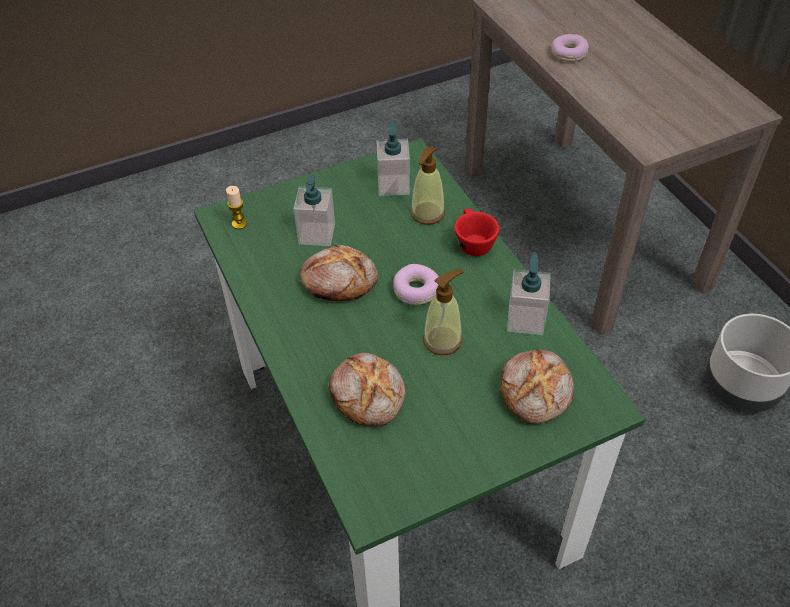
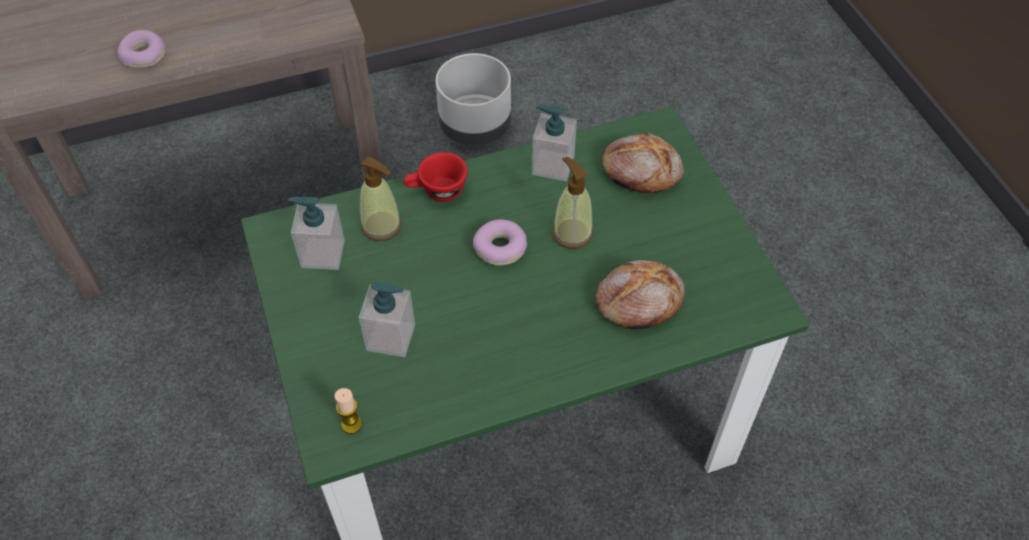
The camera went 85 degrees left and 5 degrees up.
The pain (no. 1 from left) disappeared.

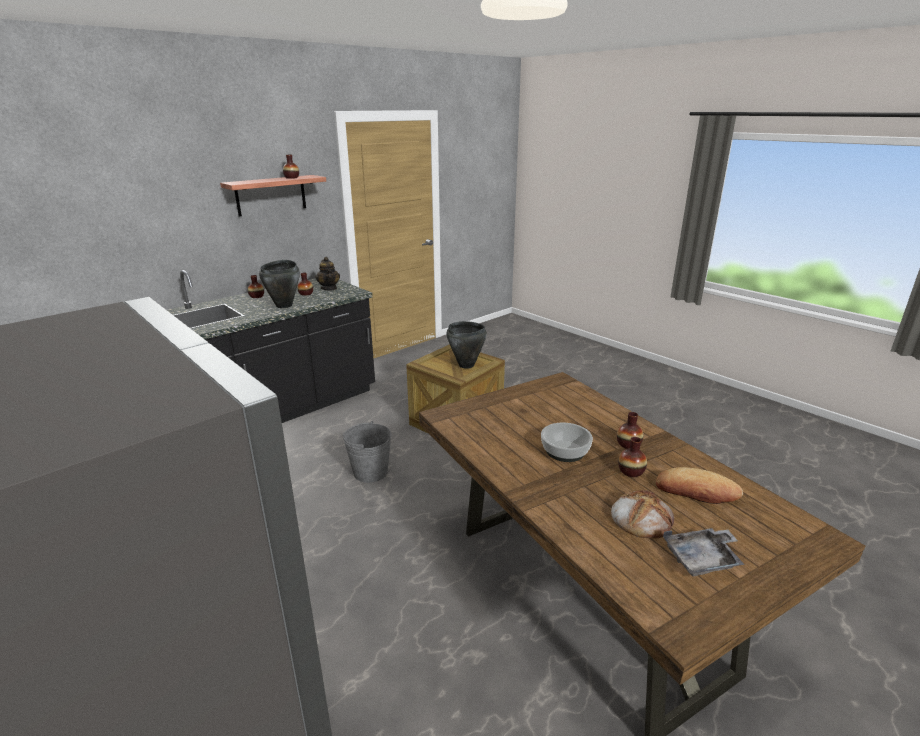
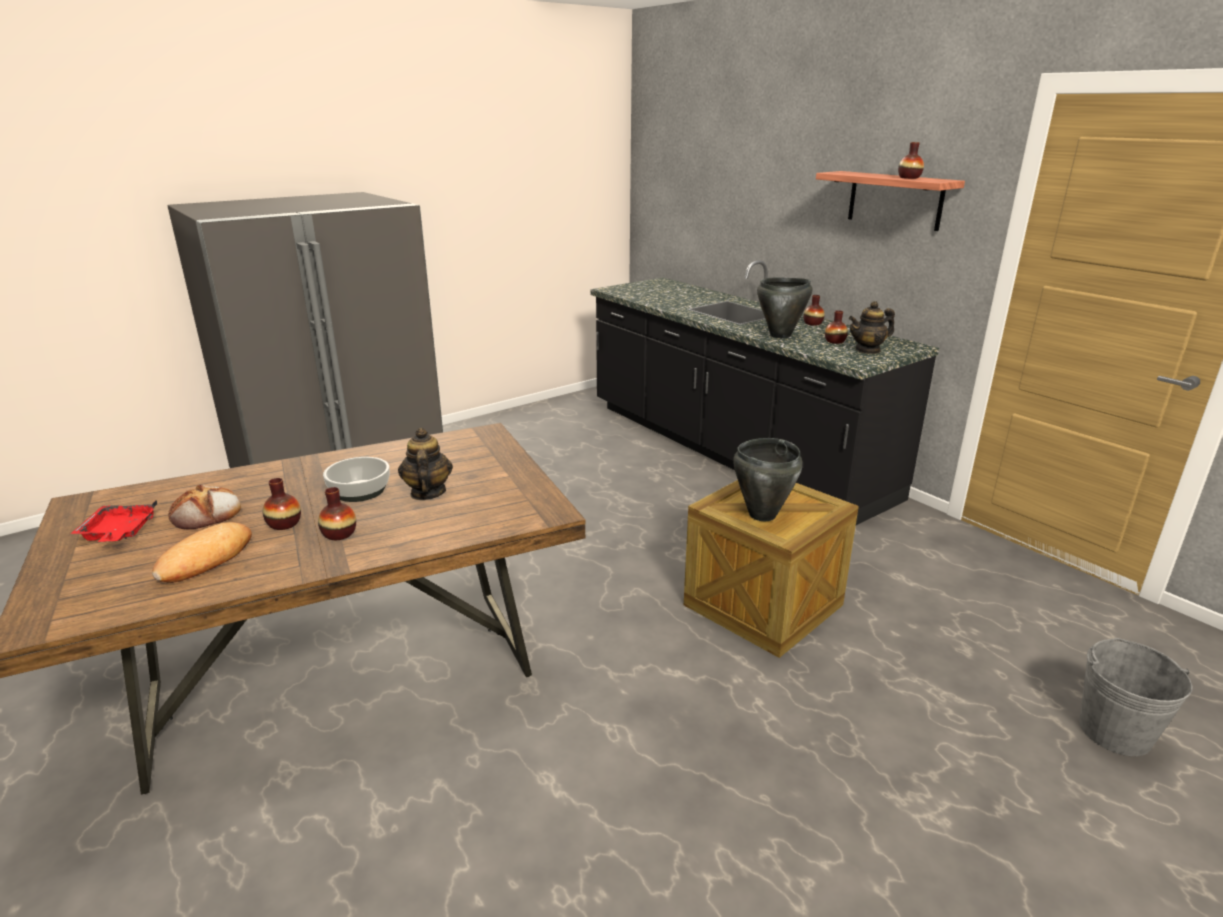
The camera went 95 degrees right and 0 degrees up.
The théière (no. 1 from left) appeared.
The seau/gris moved.
The plateau/gris became the plateau/rouge.

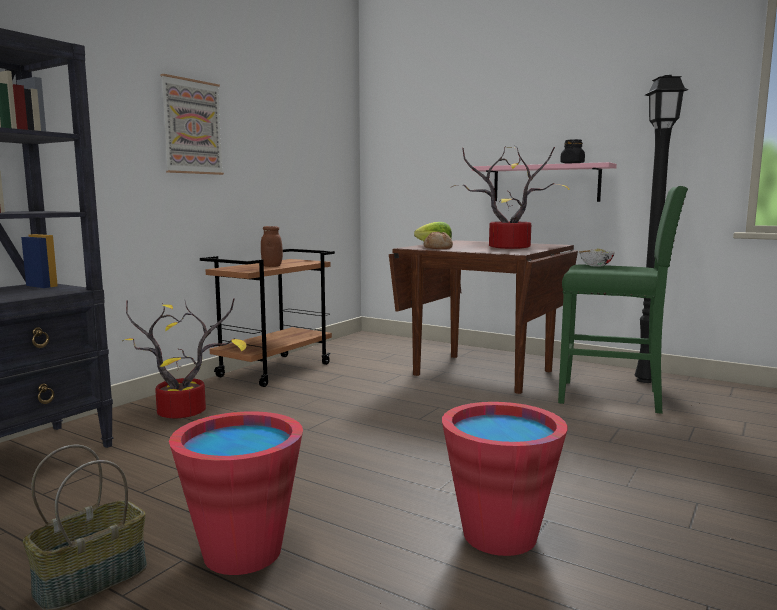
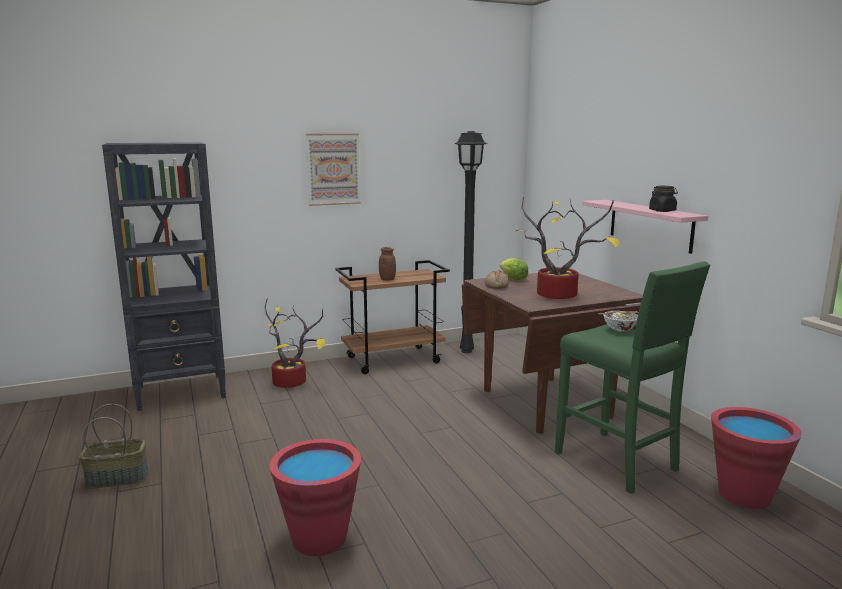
The camera went 35 degrees right and 5 degrees up.
The seau/rouge (no. 1 from left in the first image) moved.
The lampadaire/noir moved.

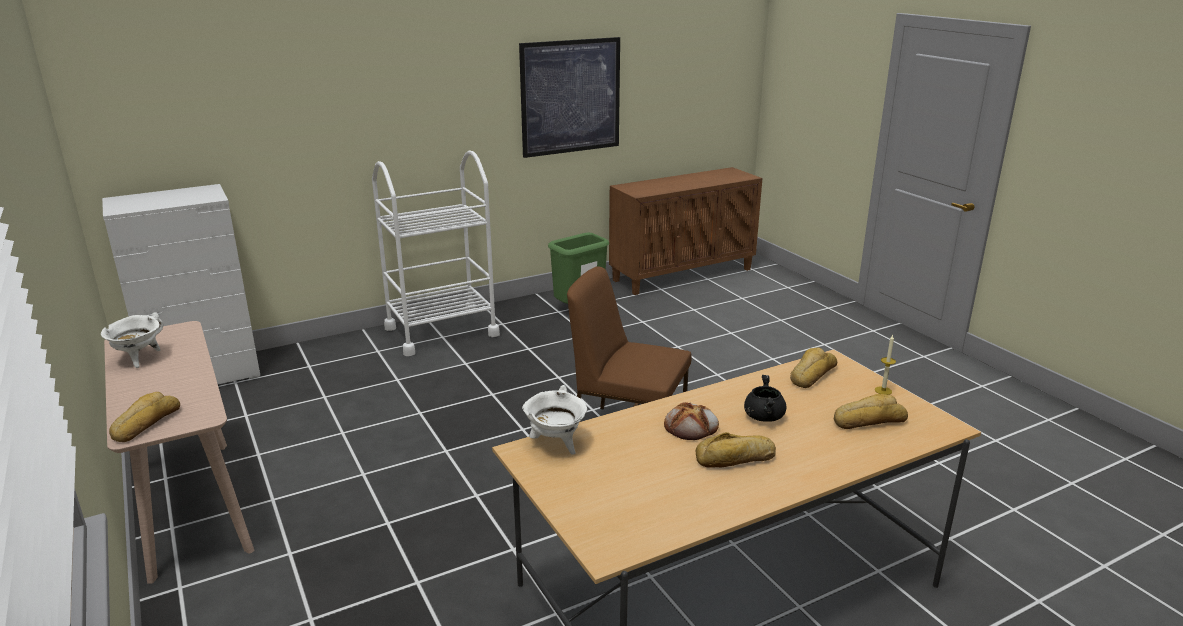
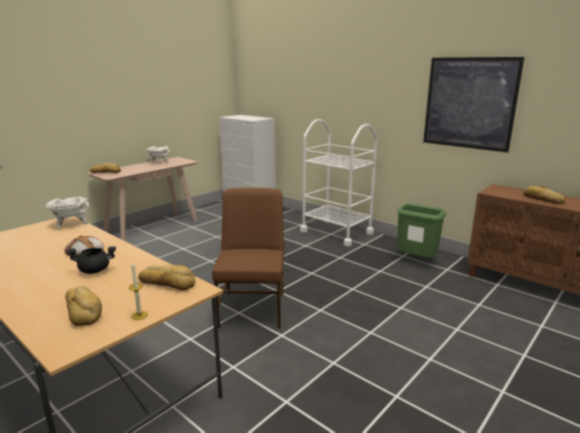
The camera went 70 degrees right and 5 degrees down.
The pain (no. 3 from left in the first image) moved.

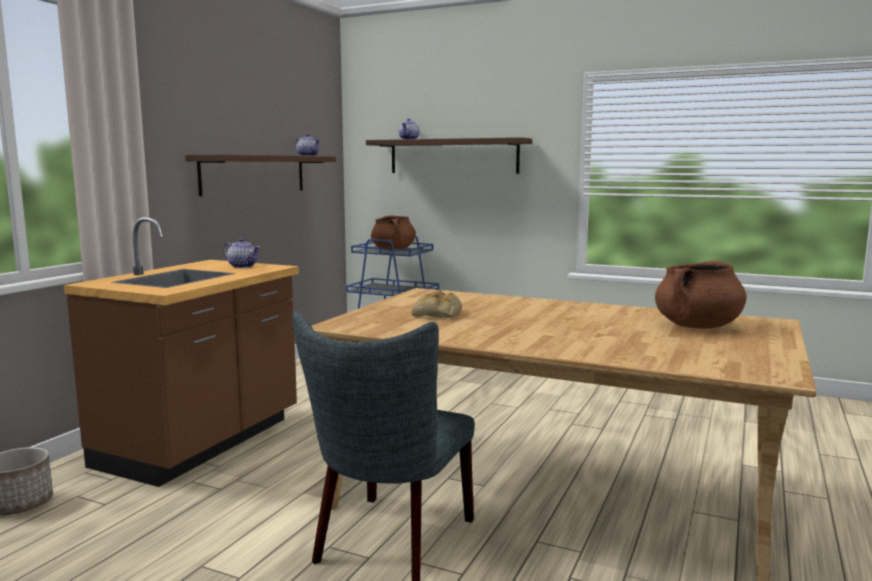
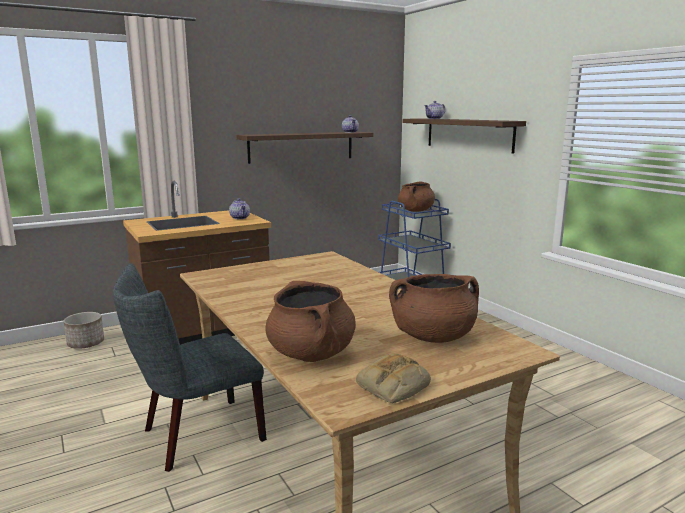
The camera went 35 degrees right and 5 degrees up.
The marmite/marron (no. 1 from left) appeared.
The pain moved.

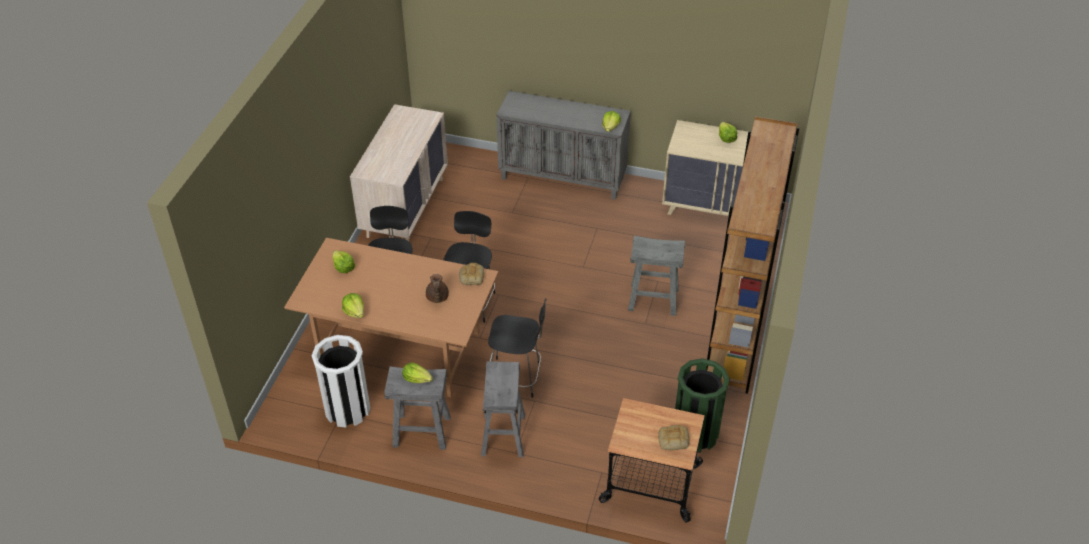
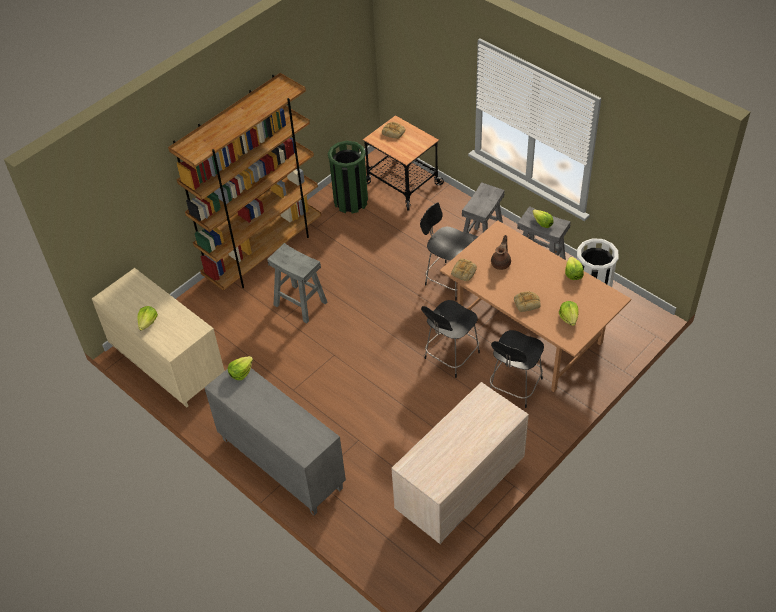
The camera went 150 degrees left and 5 degrees up.
The pain (no. 3 from left) appeared.

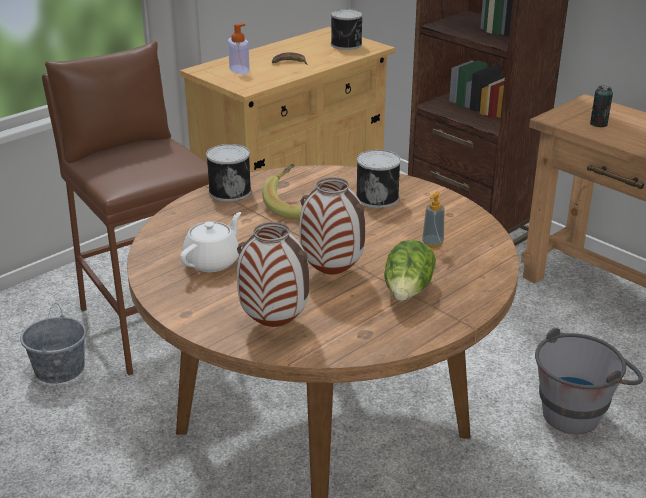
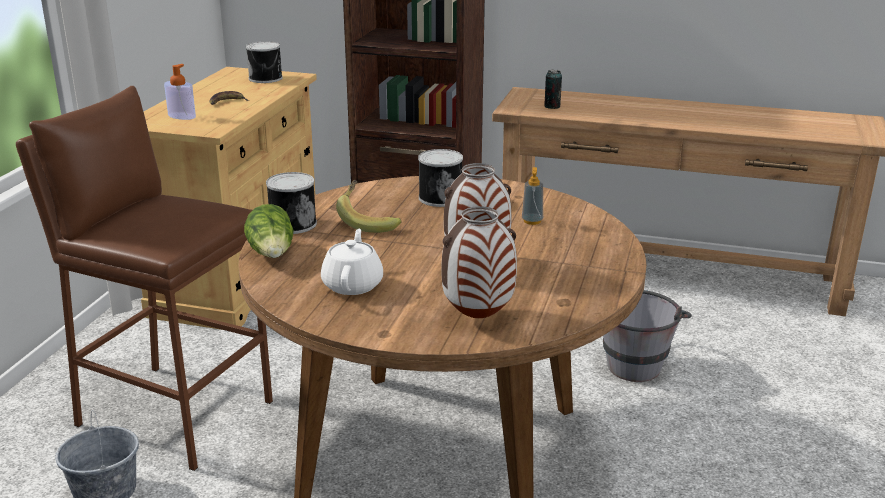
The camera went 30 degrees left and 5 degrees down.
The laitue moved.

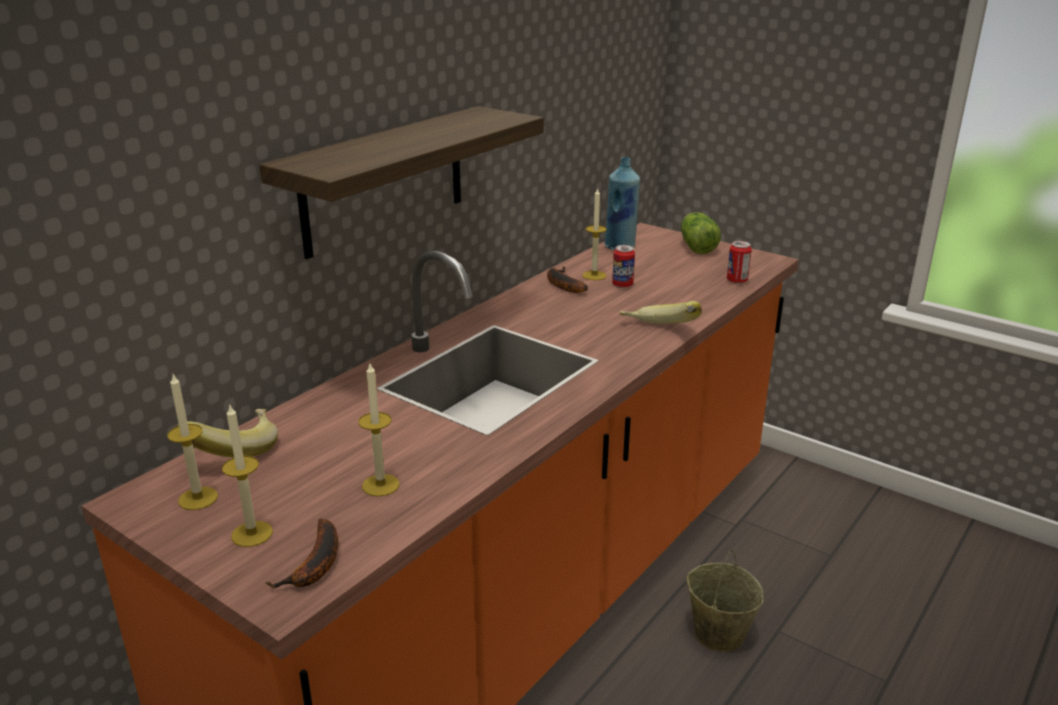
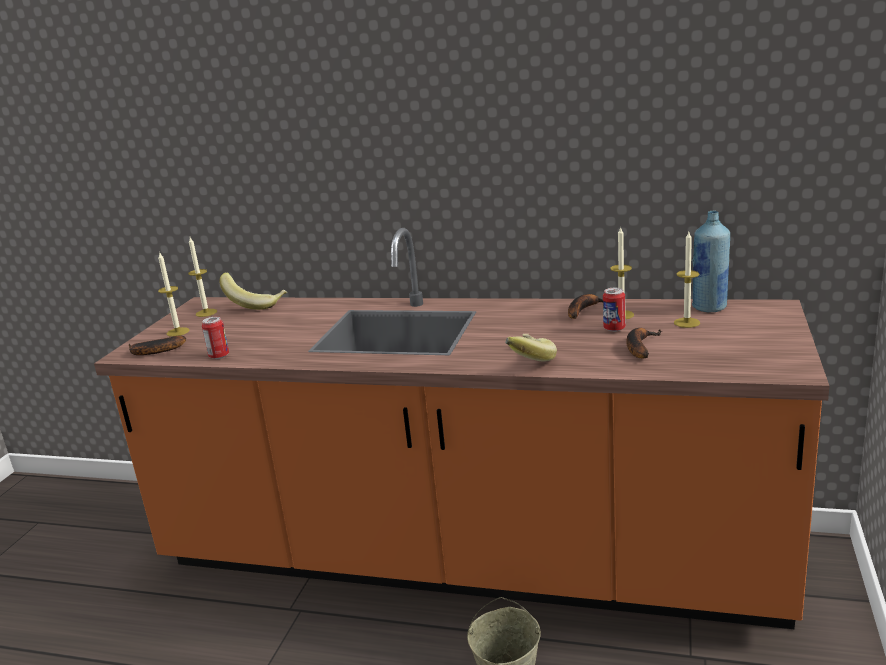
The camera went 70 degrees right and 5 degrees down.
The étagère disappeared.
The laitue disappeared.
The banane (no. 5 from left) appeared.
The bougie (no. 3 from left in the first image) moved.
The boîte métallique (no. 2 from left in the first image) moved.

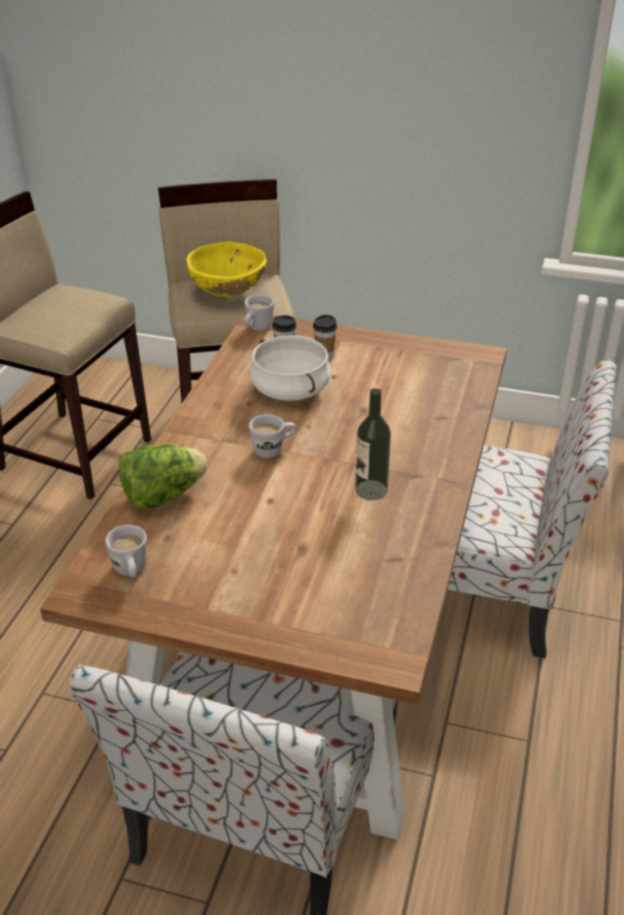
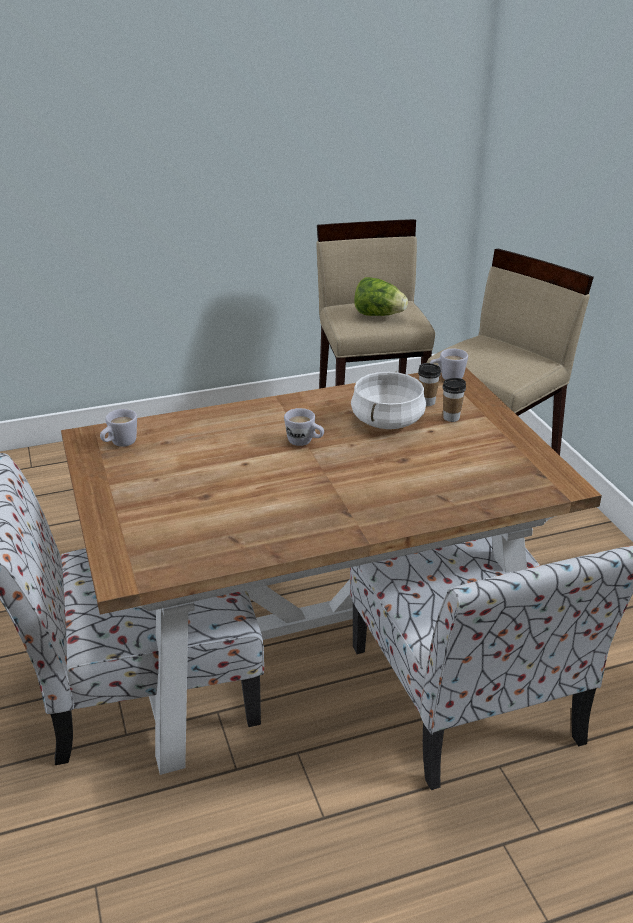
The camera went 55 degrees right and 5 degrees down.
The bol/jaune disappeared.
The bouteille disappeared.
The laitue moved.

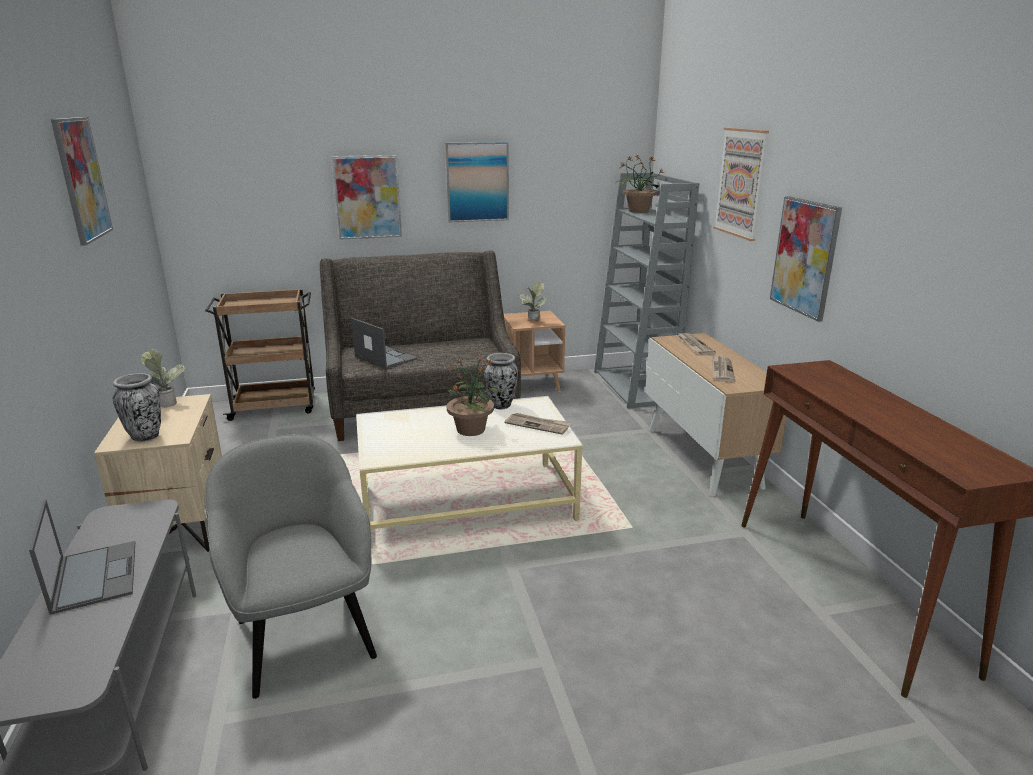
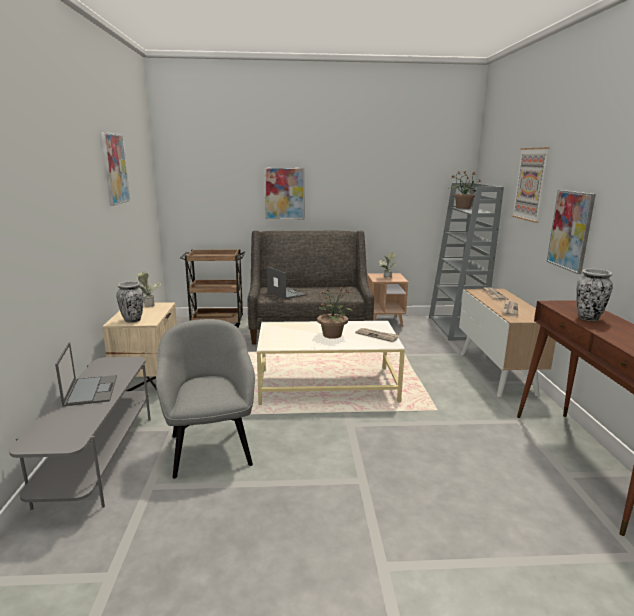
The camera went 10 degrees right and 5 degrees down.
The tableau (no. 3 from left) disappeared.
The vase (no. 2 from left) moved.

